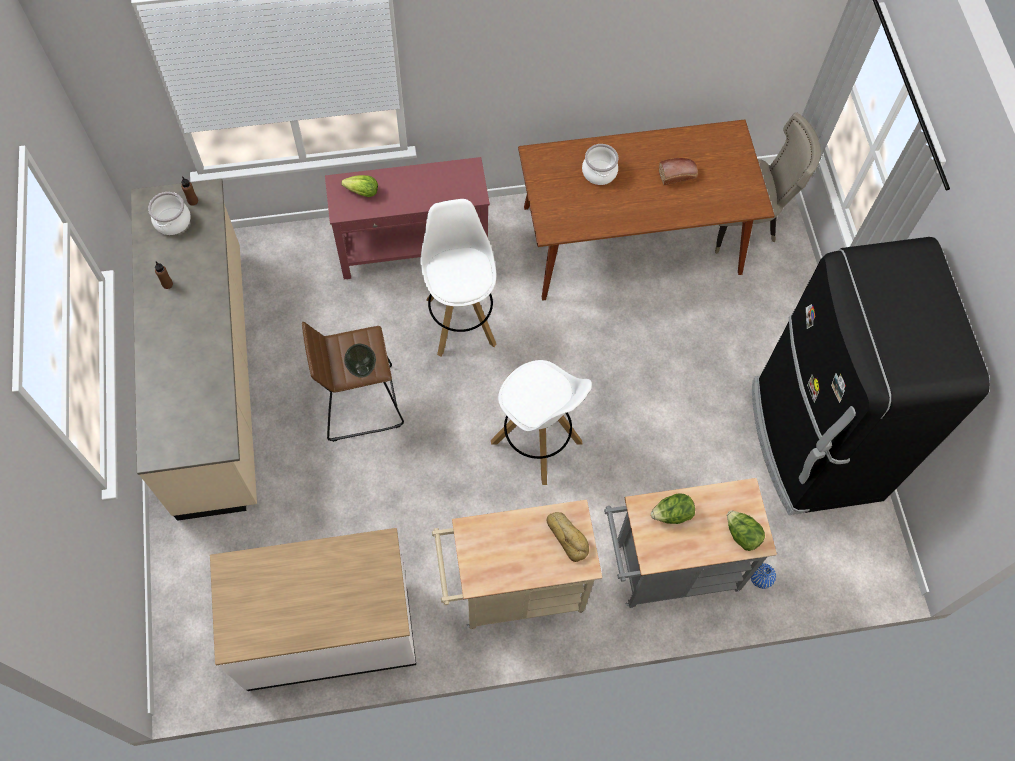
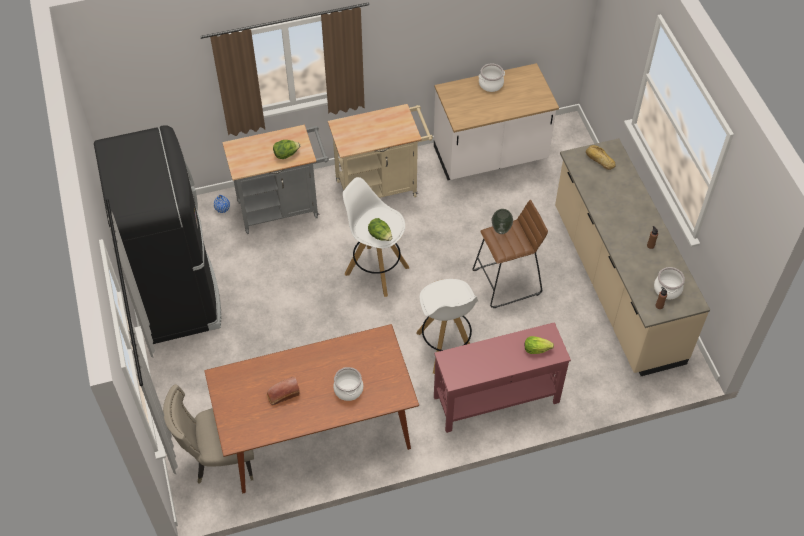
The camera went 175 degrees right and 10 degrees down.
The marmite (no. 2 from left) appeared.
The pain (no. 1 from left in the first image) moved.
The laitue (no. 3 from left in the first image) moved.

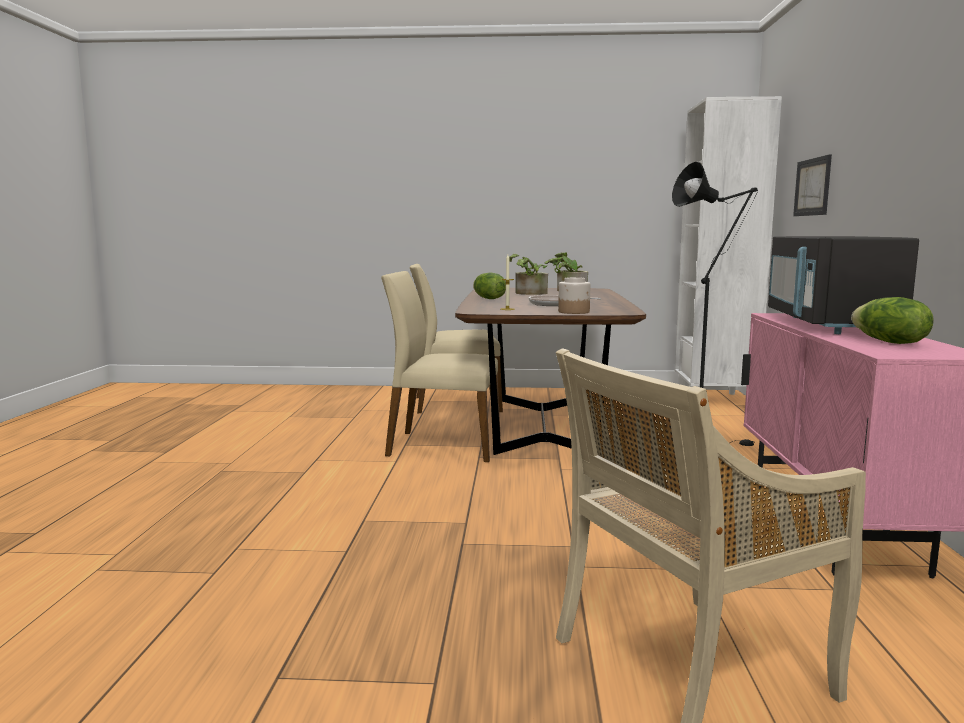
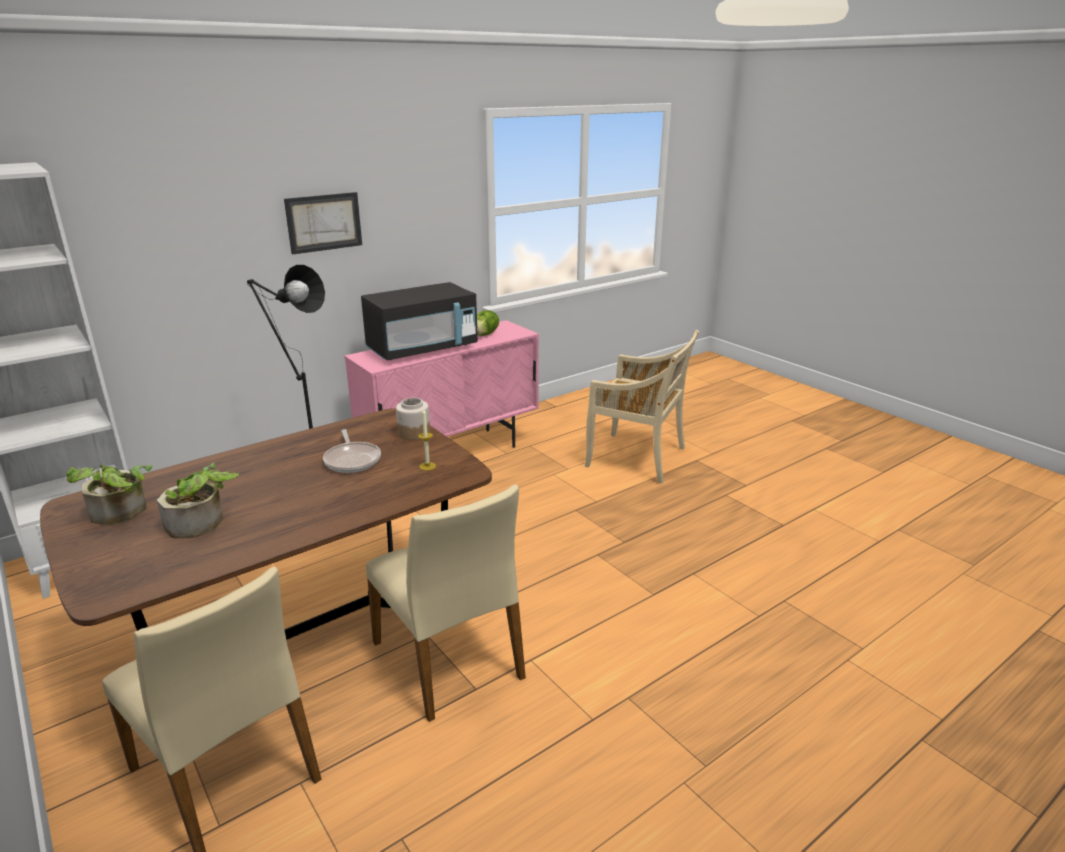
The camera went 130 degrees left and 15 degrees up.
The laitue (no. 1 from left) disappeared.
The tableau moved.

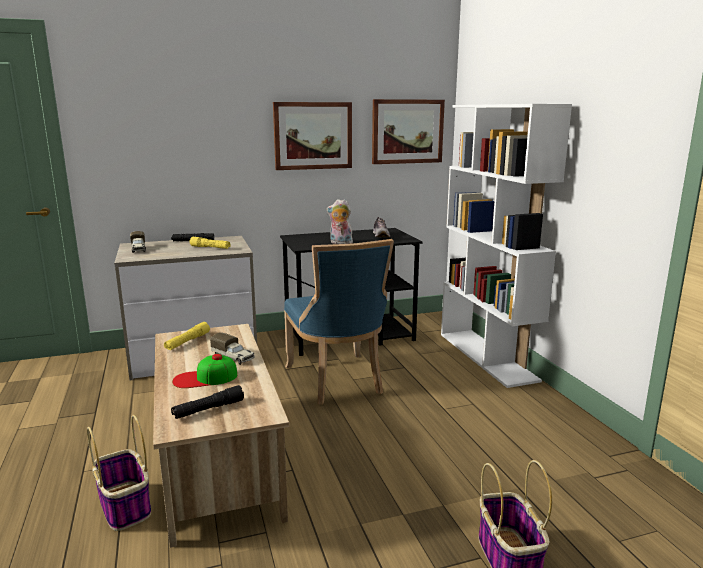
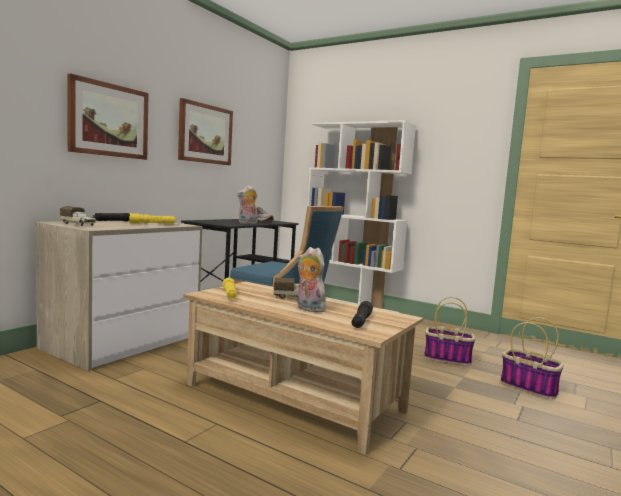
The camera went 40 degrees left and 10 degrees down.
The panier (no. 1 from left) moved.
The tableau (no. 2 from left in the first image) moved.
The casquette was replaced by the peluche (no. 2 from left).

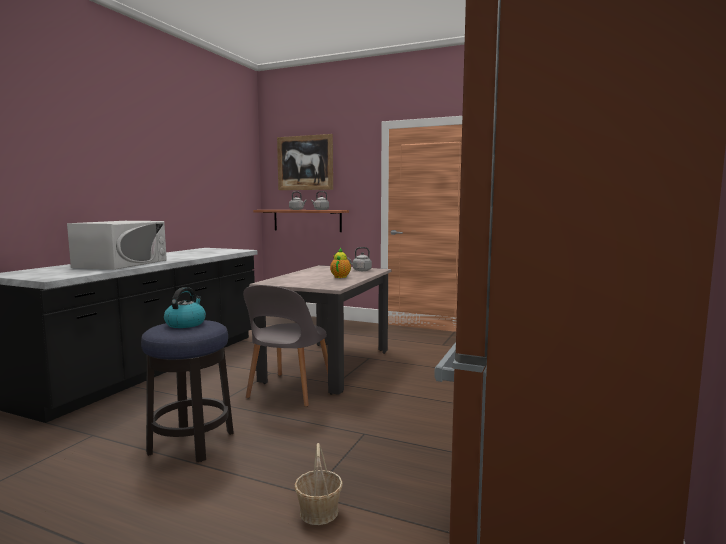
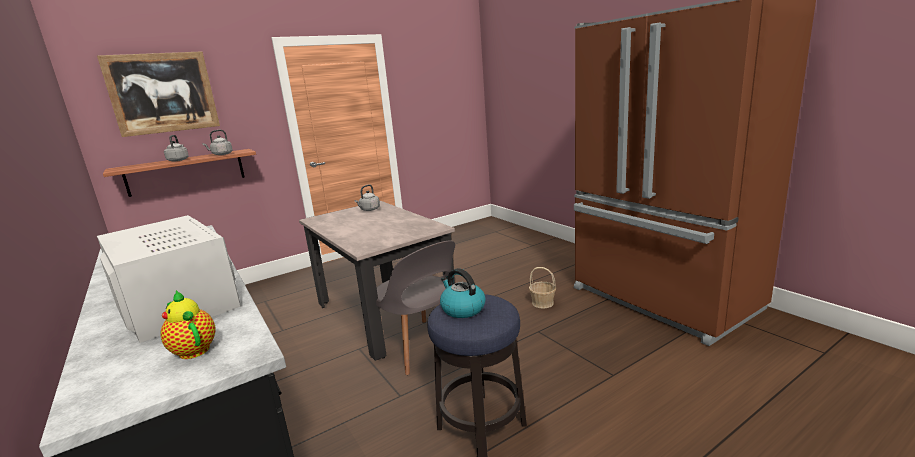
The camera went 55 degrees left and 10 degrees up.
The panier moved.
The théière moved.

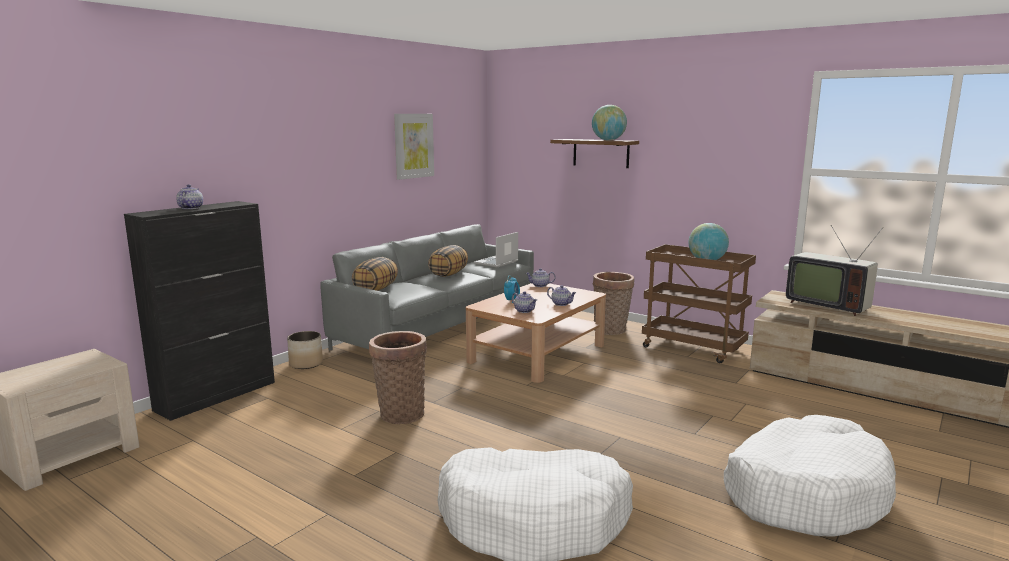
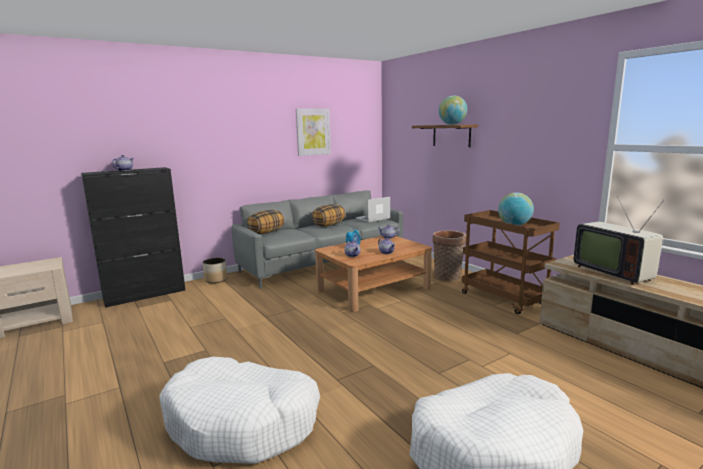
The camera went 20 degrees right and 0 degrees up.
The panier (no. 1 from left) disappeared.

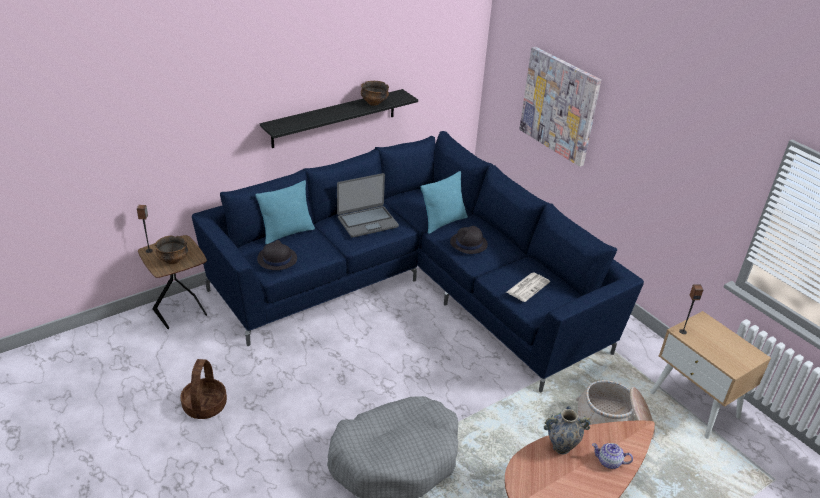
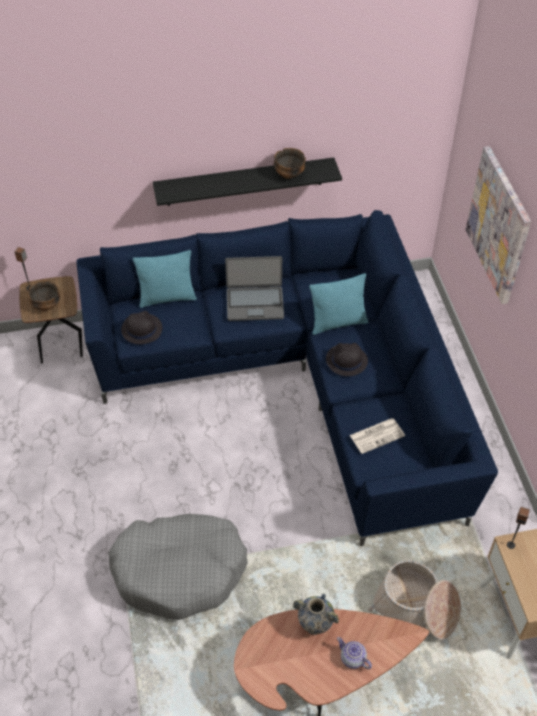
The camera went 25 degrees right and 15 degrees up.
The panier (no. 1 from left) disappeared.

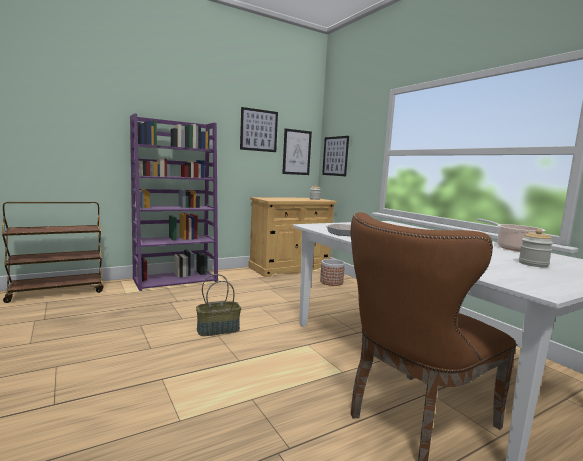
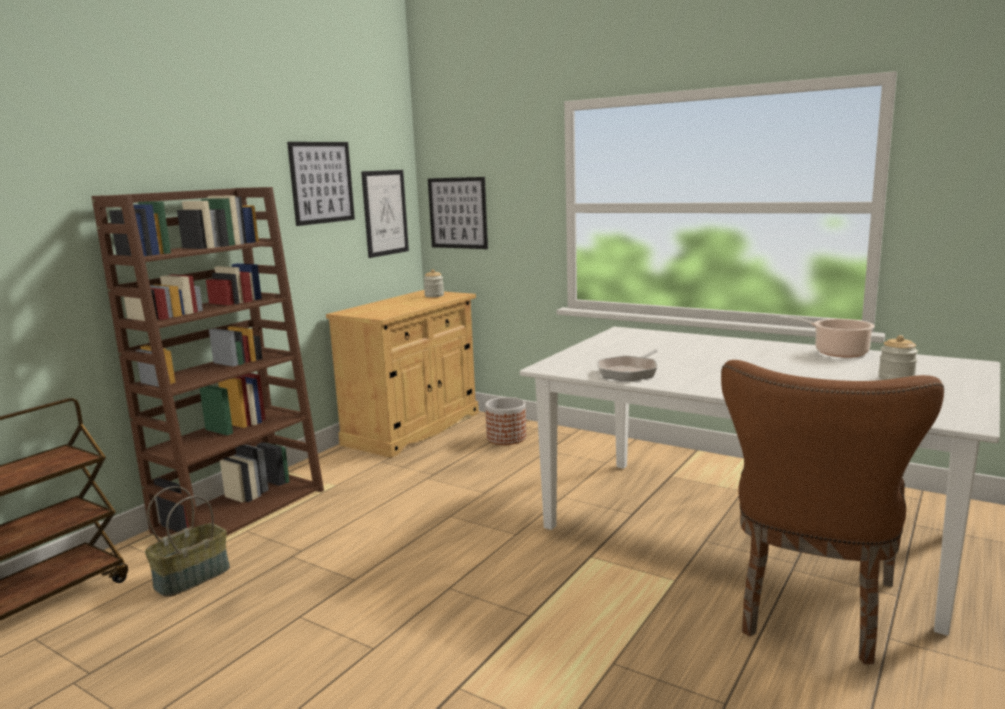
The camera went 25 degrees left and 5 degrees up.
The panier moved.
The bibliothèque/violet became the bibliothèque/marron.

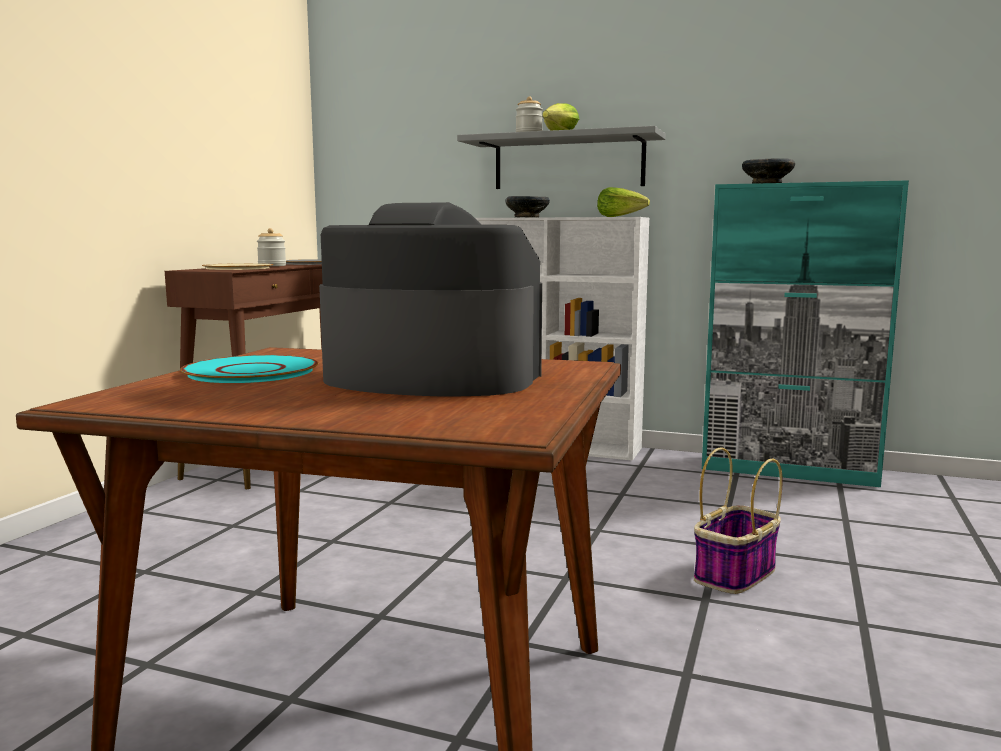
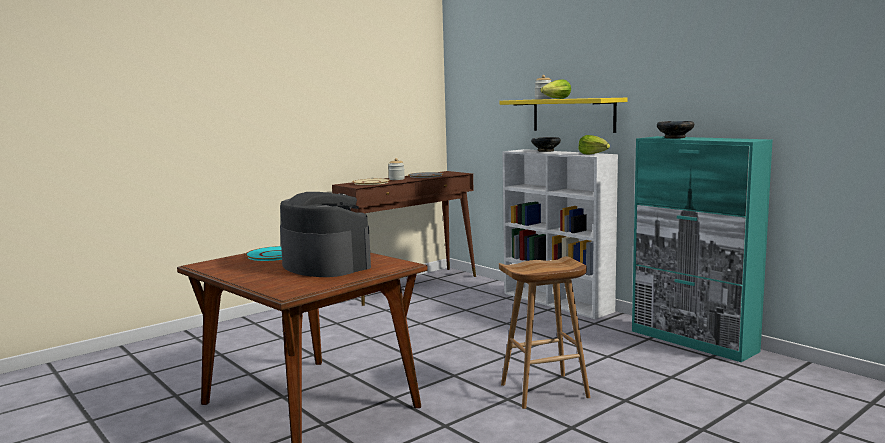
The camera went 30 degrees right and 0 degrees up.
The panier was replaced by the tabouret/marron.
The étagère/gris became the étagère/jaune.

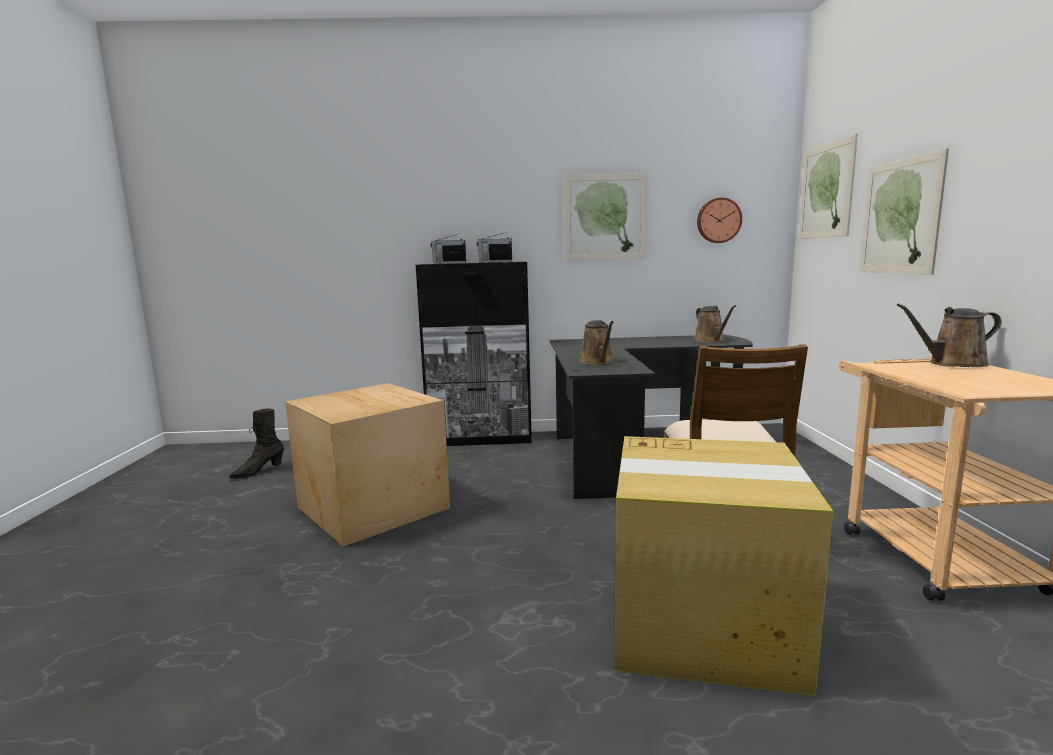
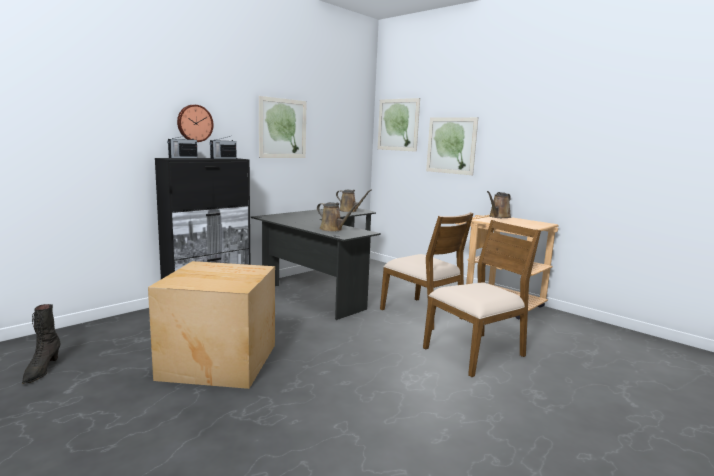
The camera went 45 degrees left and 0 degrees up.
The horloge murale moved.
The carton (no. 2 from left) was replaced by the chaise/marron (no. 2 from left).

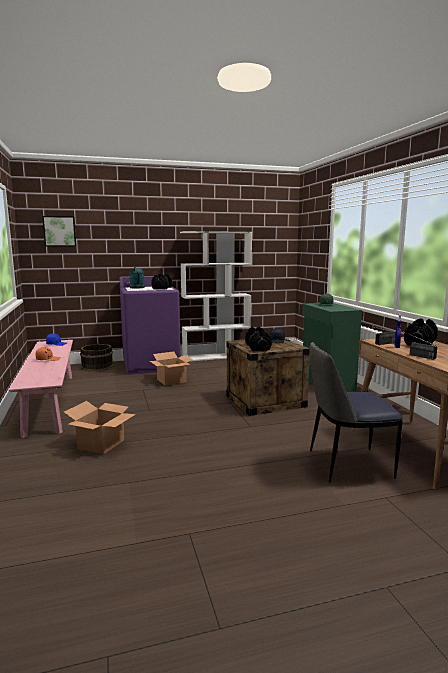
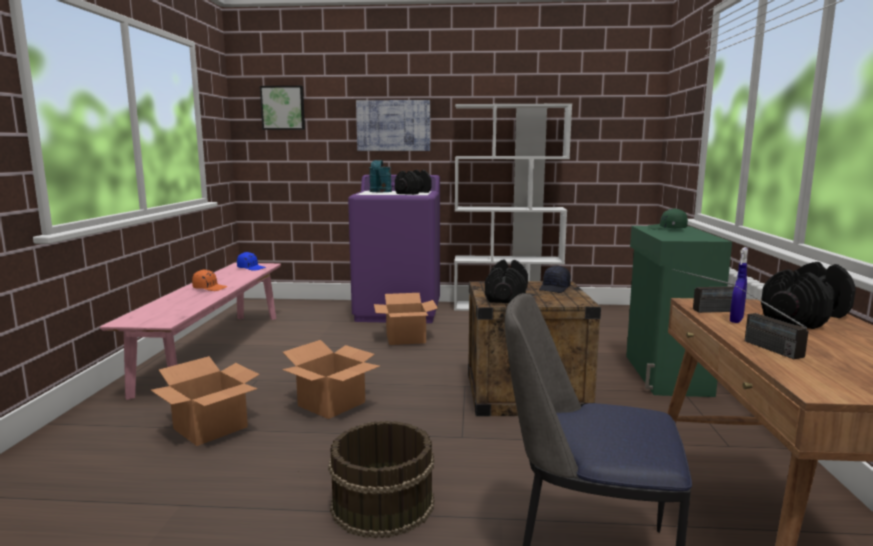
The camera went 20 degrees right and 0 degrees up.
The carton (no. 2 from left) appeared.
The tableau (no. 2 from left) appeared.
The seau/marron moved.

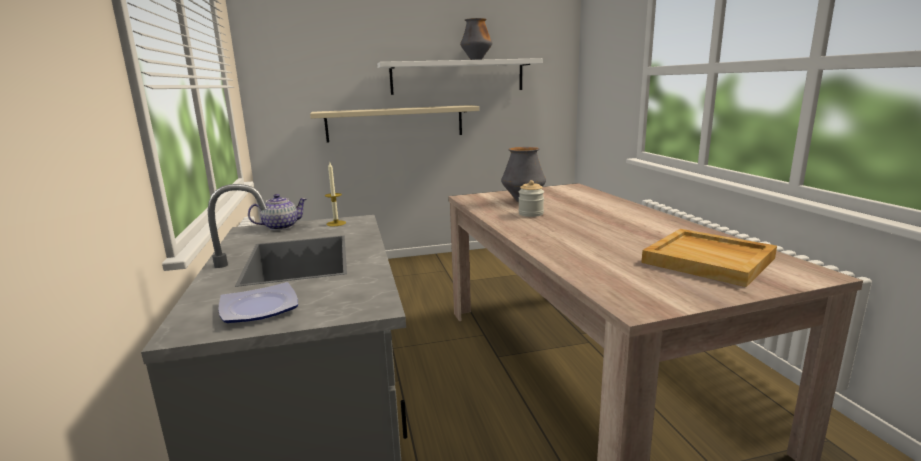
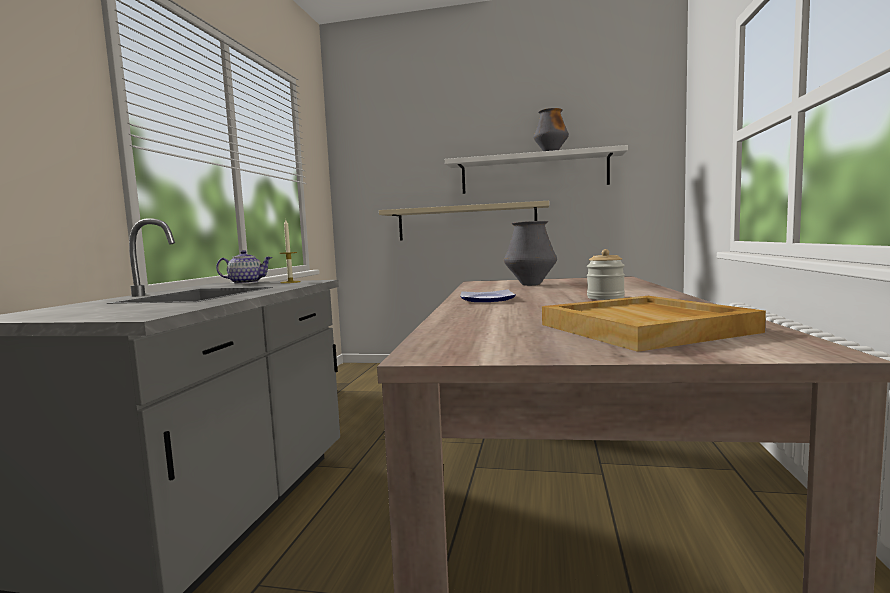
The camera went 25 degrees right and 10 degrees down.
The assiette moved.
The bocal moved.

